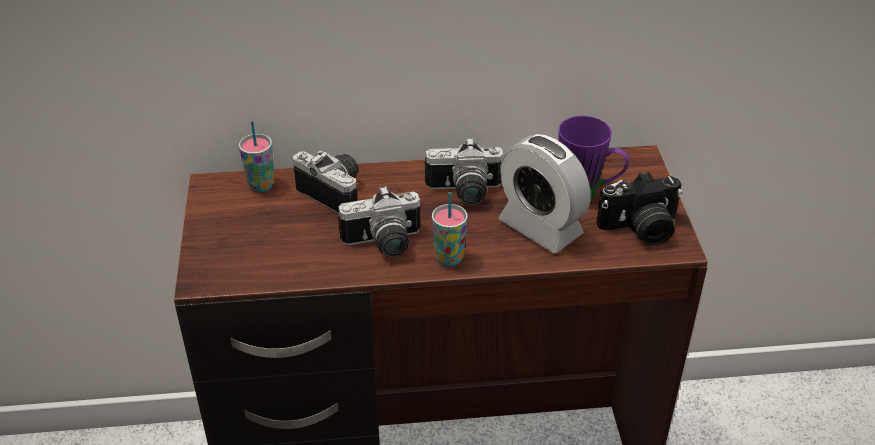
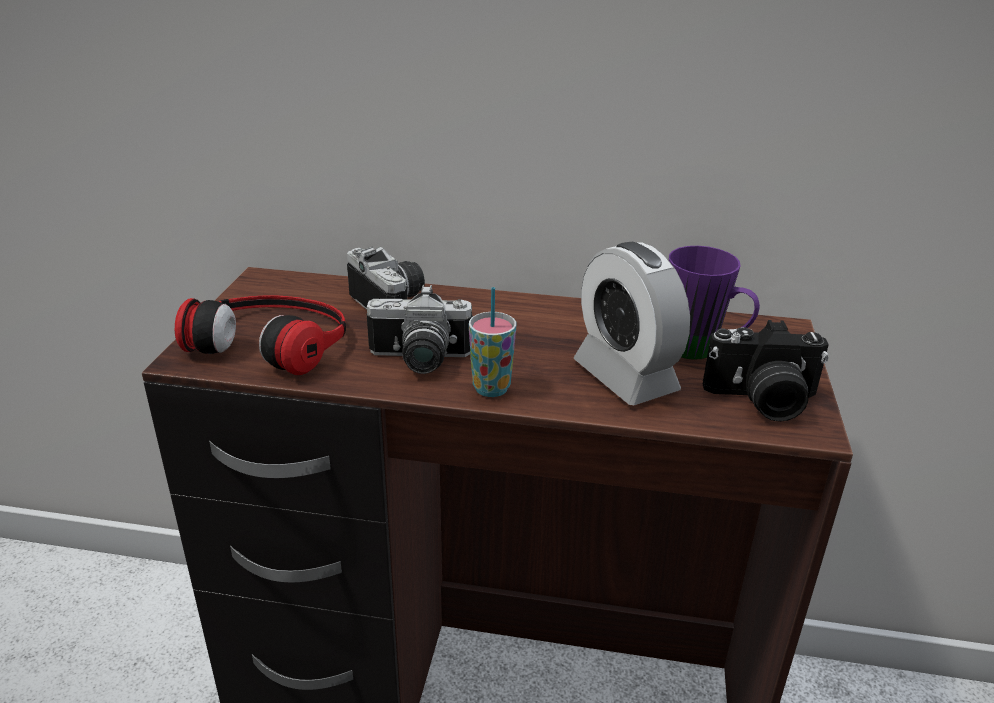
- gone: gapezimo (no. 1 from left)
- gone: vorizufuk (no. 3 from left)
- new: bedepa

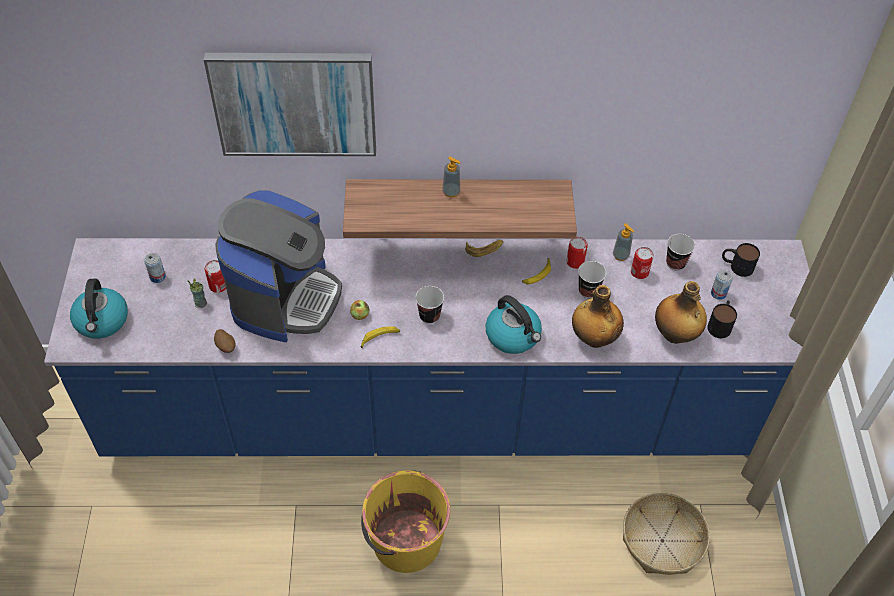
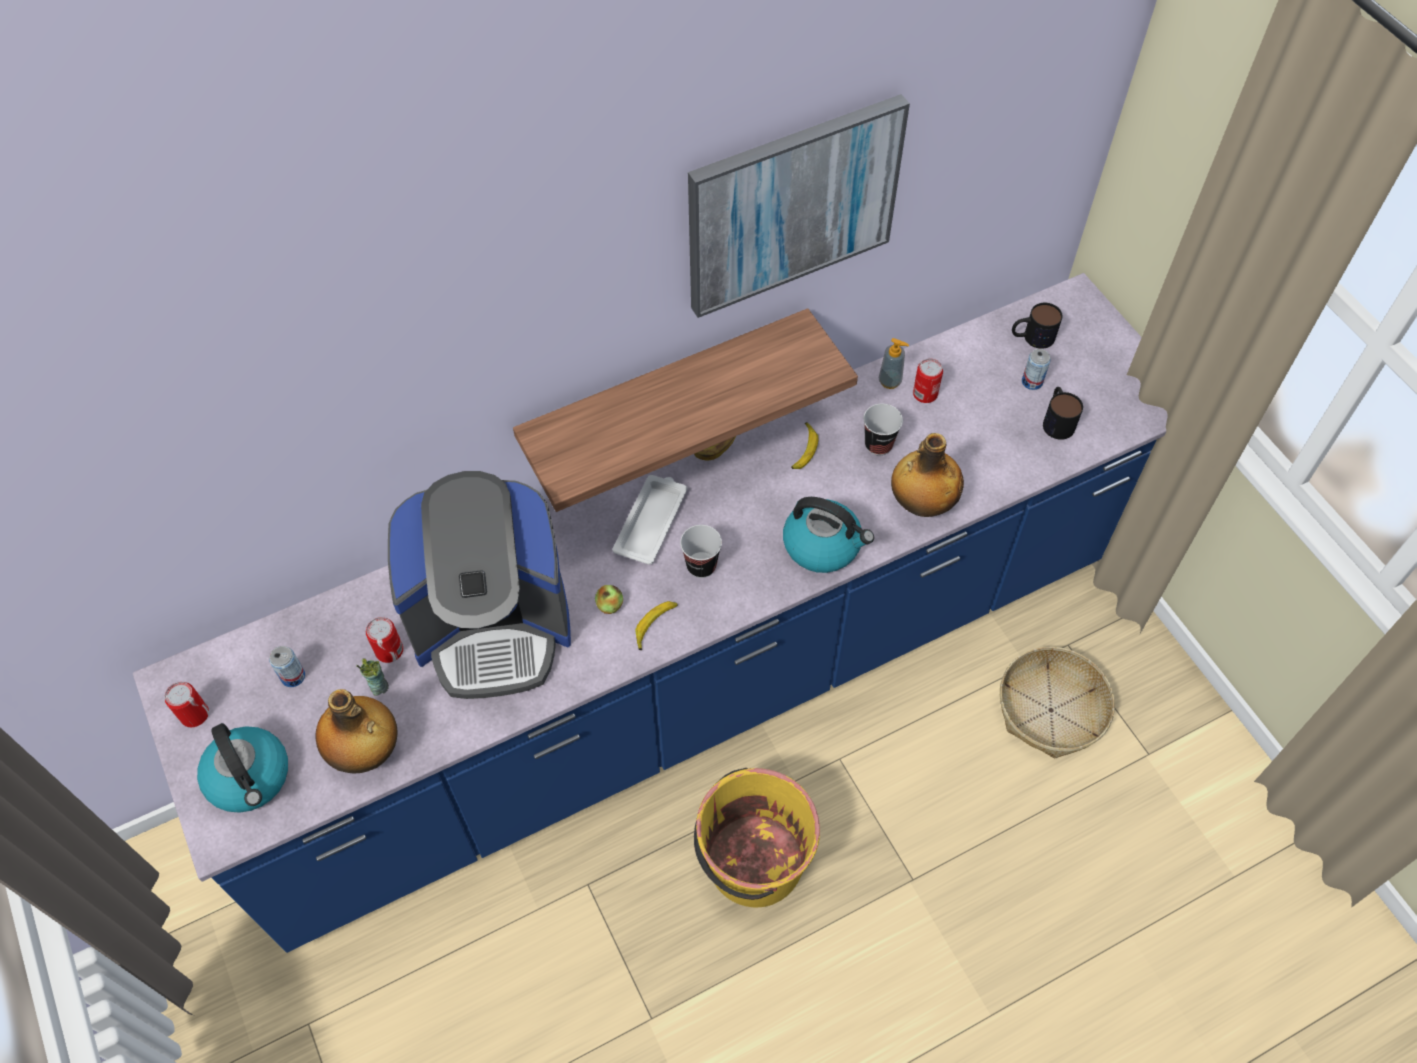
- shifted: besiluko
- gone: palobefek
- rotated: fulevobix 90 degrees clockwise
- gone: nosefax (no. 1 from left)
- shifted: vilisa (no. 3 from left in the first image) to vilisa (no. 1 from left)
- shifted: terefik (no. 2 from left in the first image) to terefik (no. 1 from left)
- gone: gapezimo (no. 4 from left)
- new: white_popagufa

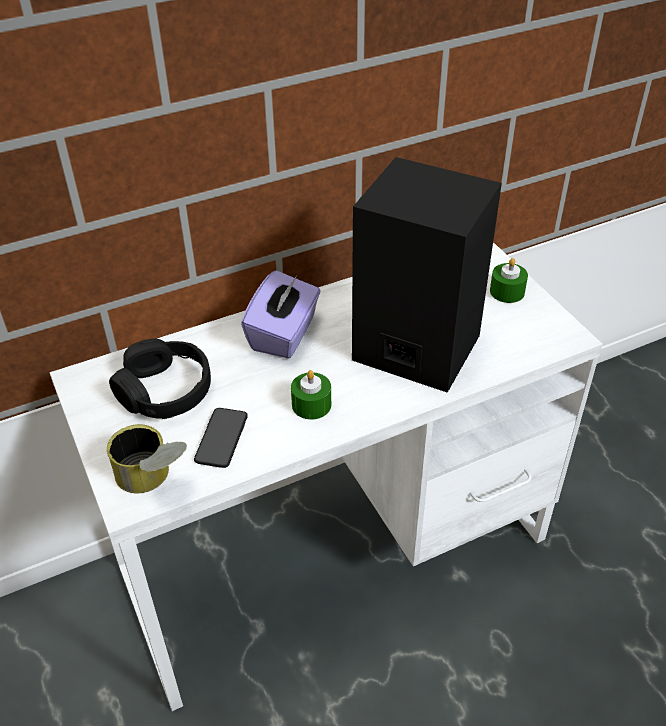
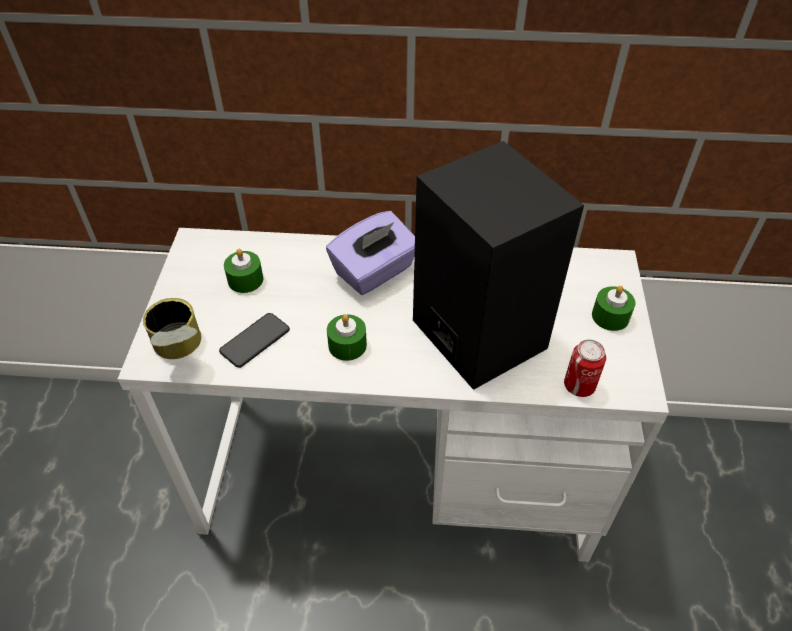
- swapped: black_bedepa to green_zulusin (no. 1 from left)
- new: vilisa (no. 2 from left)

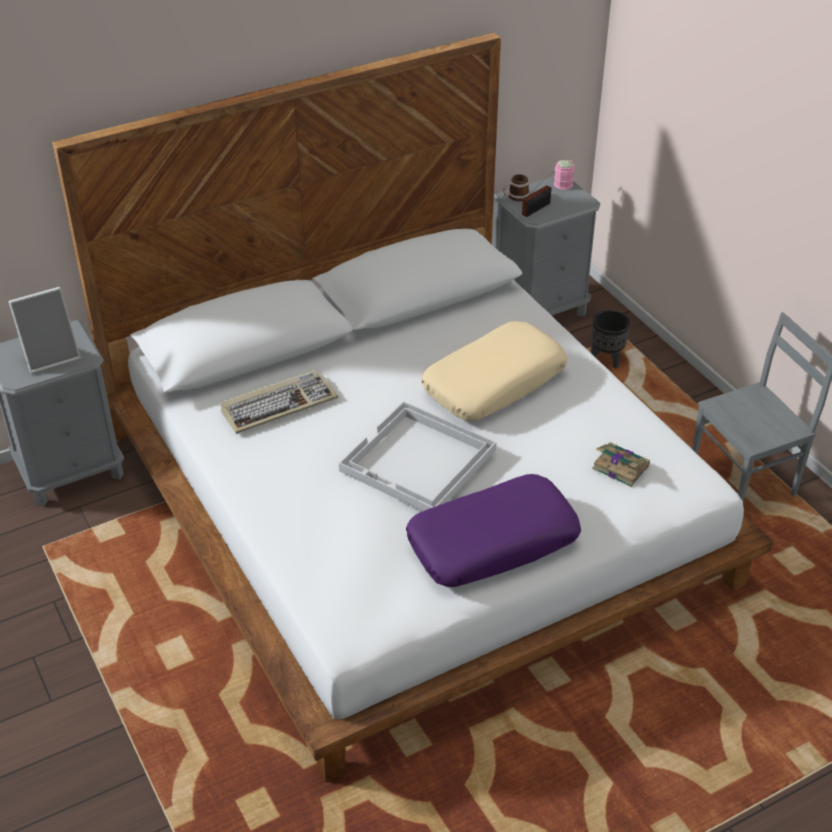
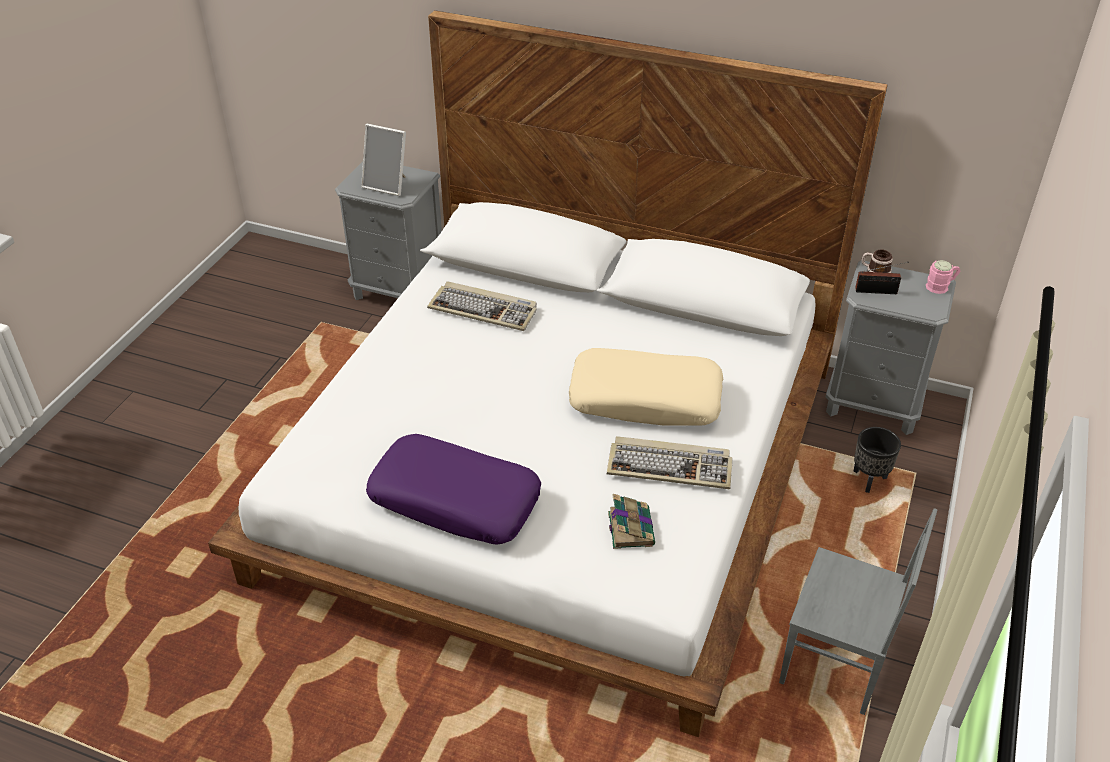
- gone: white_popagufa
- new: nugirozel (no. 2 from left)

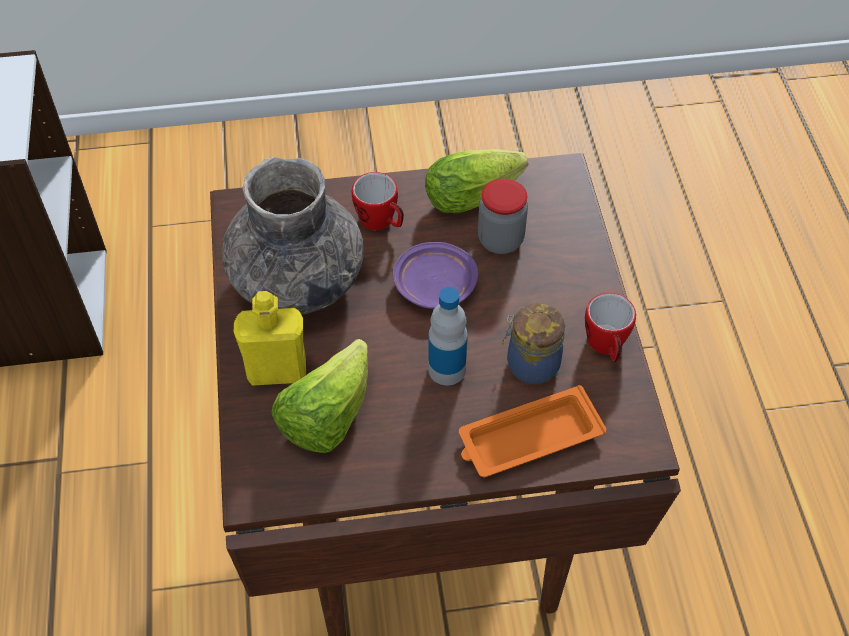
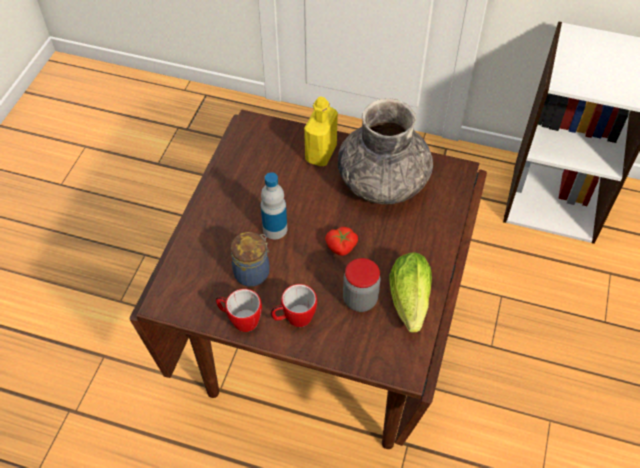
- gone: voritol (no. 1 from left)
- shifted: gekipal (no. 1 from left in the first image) to gekipal (no. 2 from left)
- swapped: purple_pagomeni to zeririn
- gone: orange_popagufa

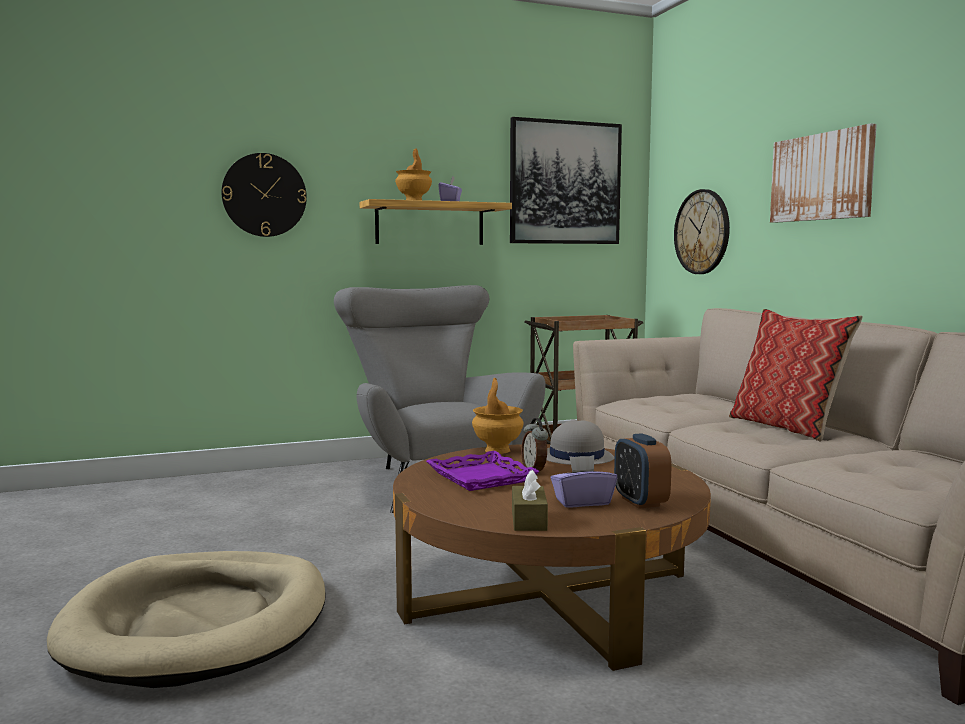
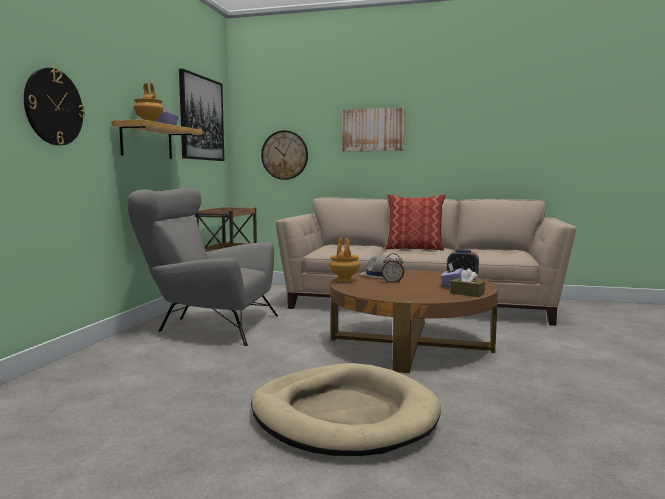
- gone: purple_popagufa

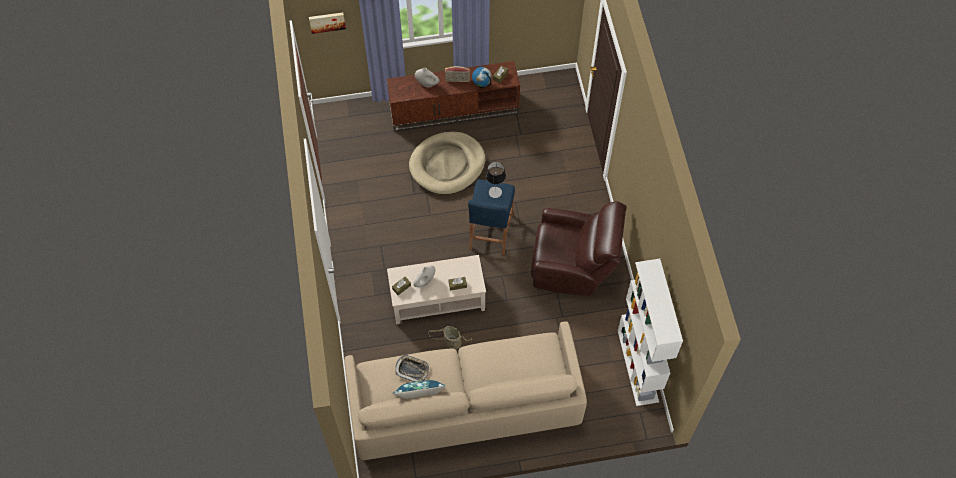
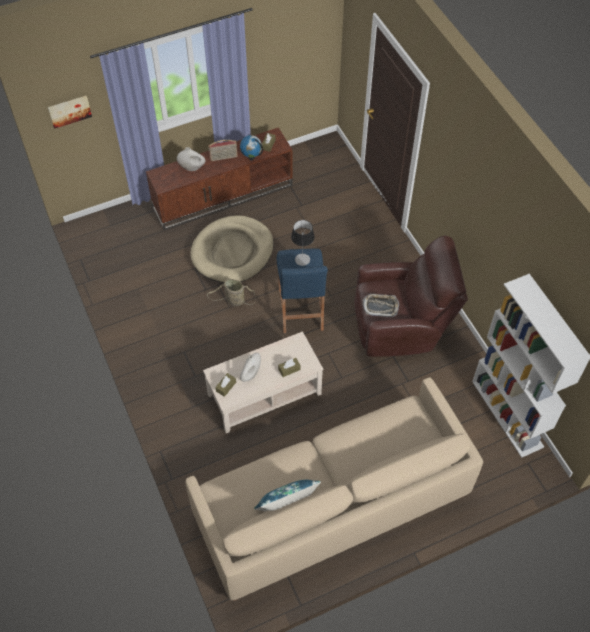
- shifted: popagufa
- shifted: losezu

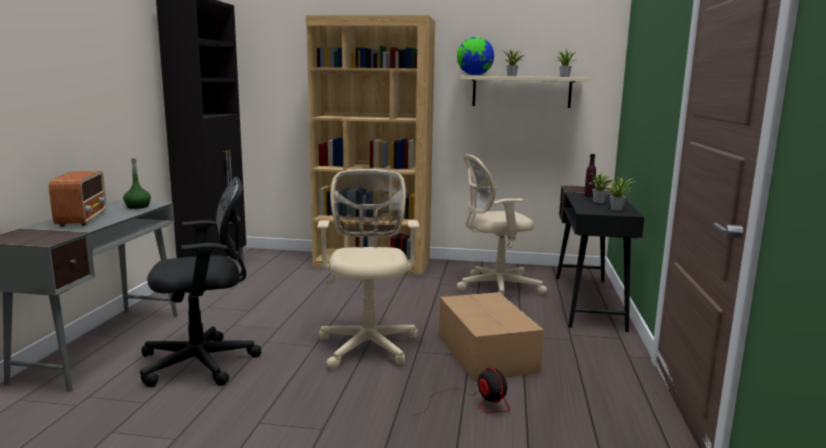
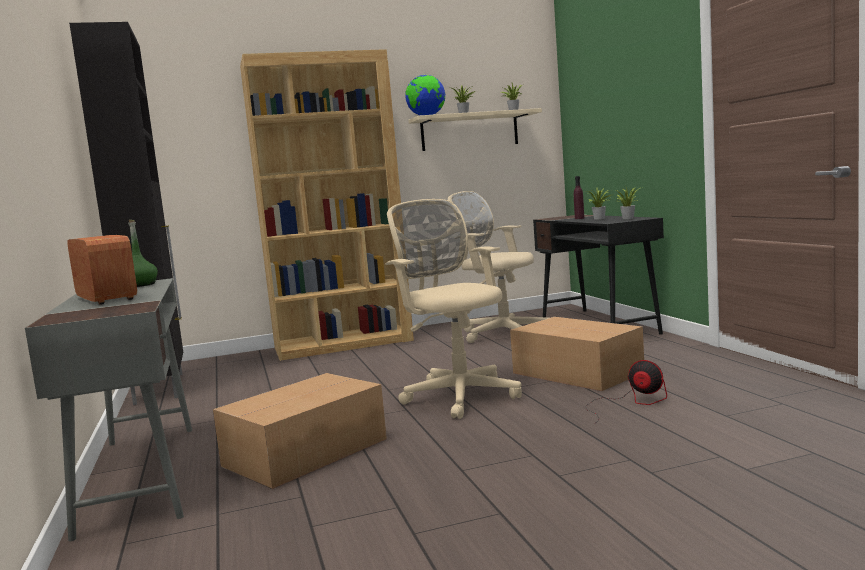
- swapped: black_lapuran to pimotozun (no. 1 from left)
- rotated: beige_lapuran (no. 2 from left) 75 degrees clockwise

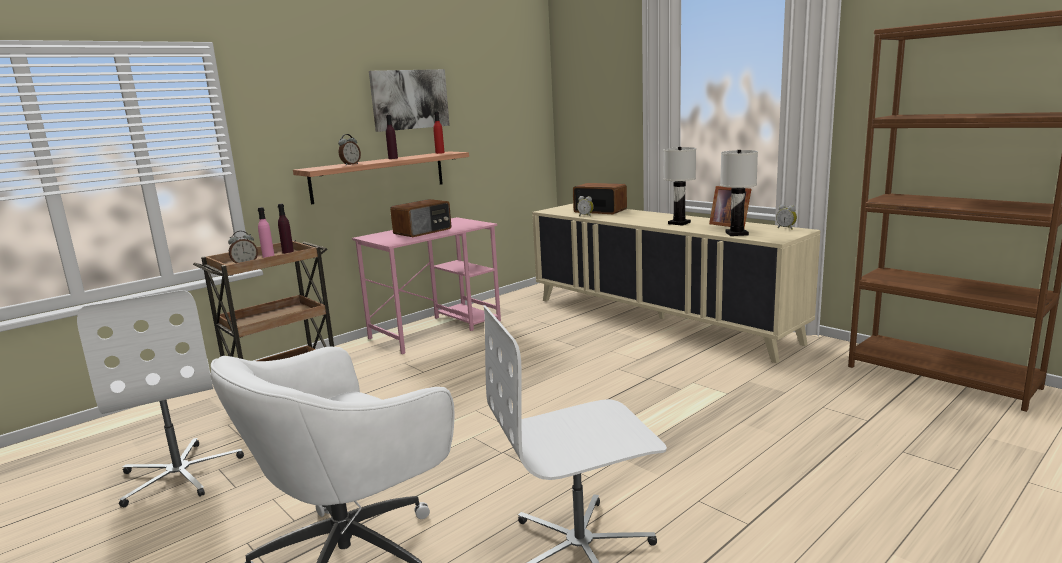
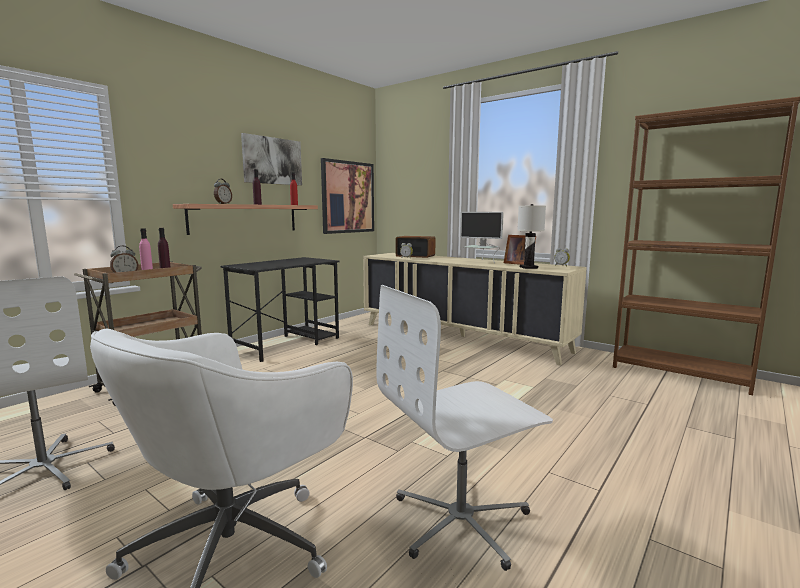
- repainted: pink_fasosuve to black_fasosuve
- gone: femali (no. 1 from left)
- swapped: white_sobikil (no. 1 from left) to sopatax
- new: besiluko (no. 2 from left)

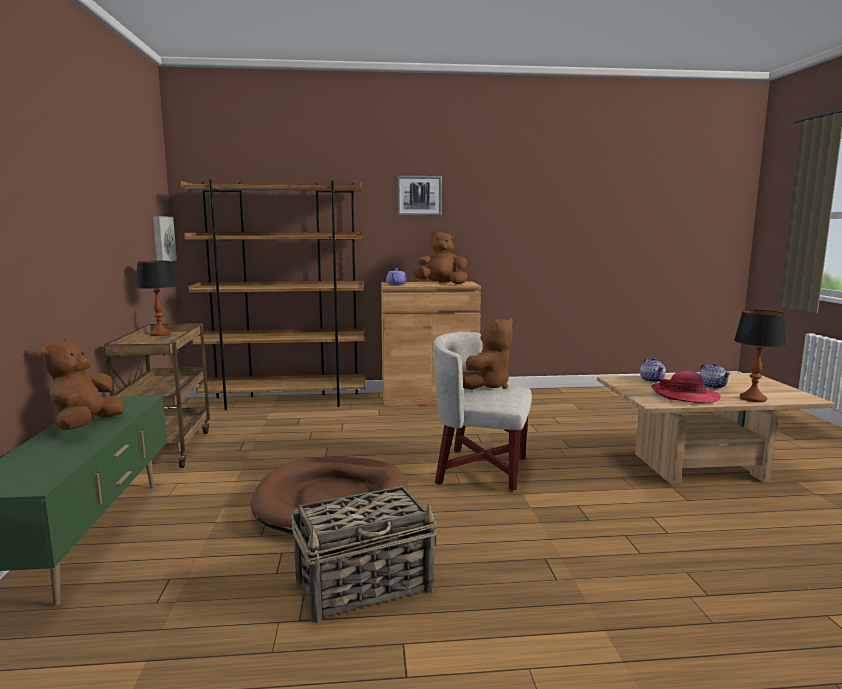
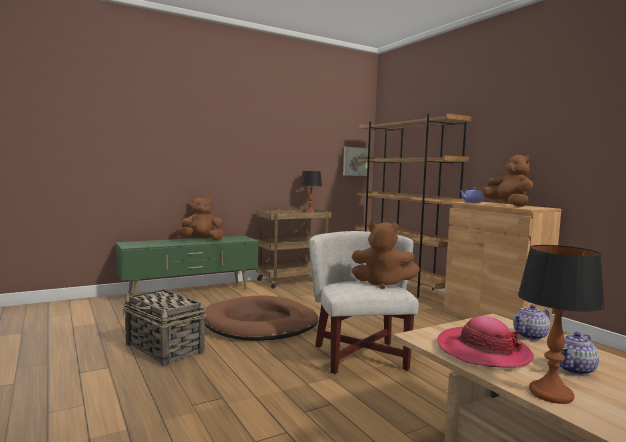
- gone: besiluko (no. 2 from left)

